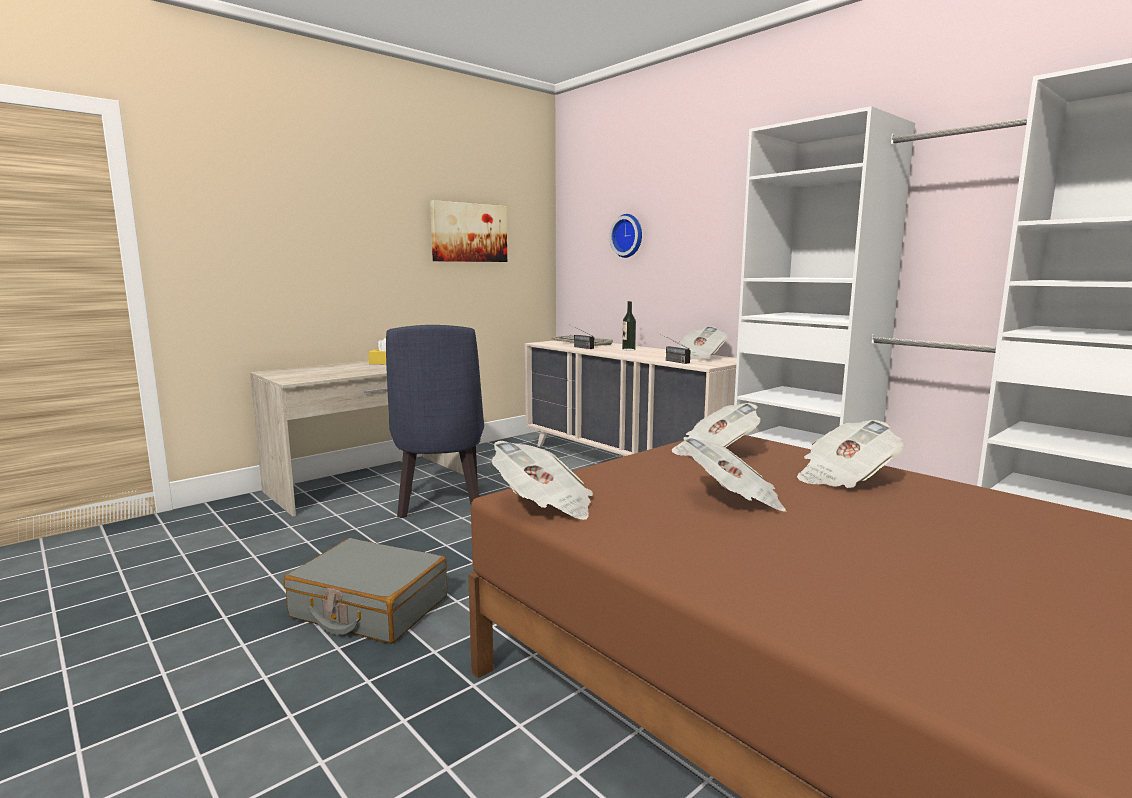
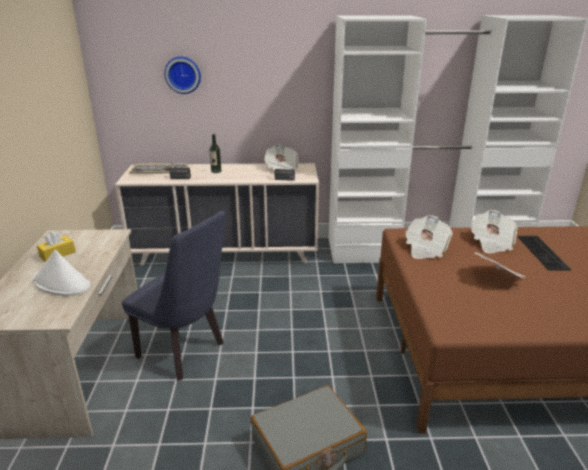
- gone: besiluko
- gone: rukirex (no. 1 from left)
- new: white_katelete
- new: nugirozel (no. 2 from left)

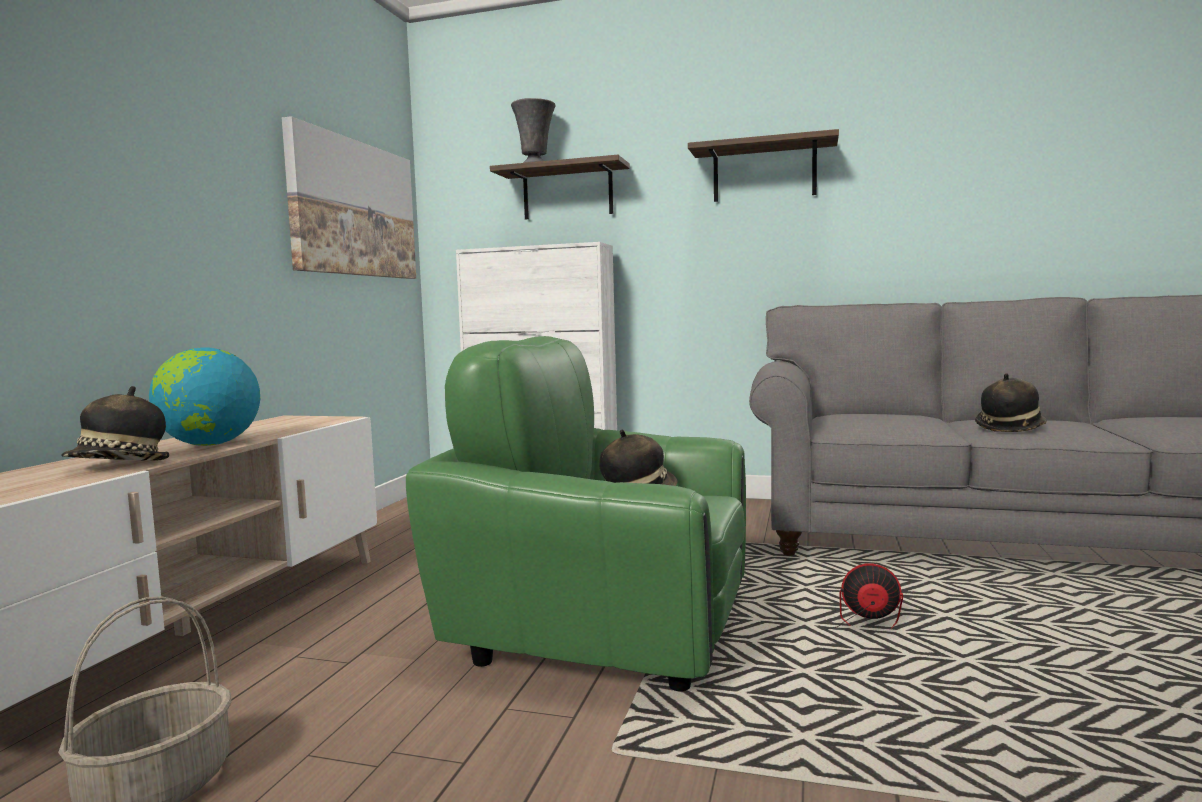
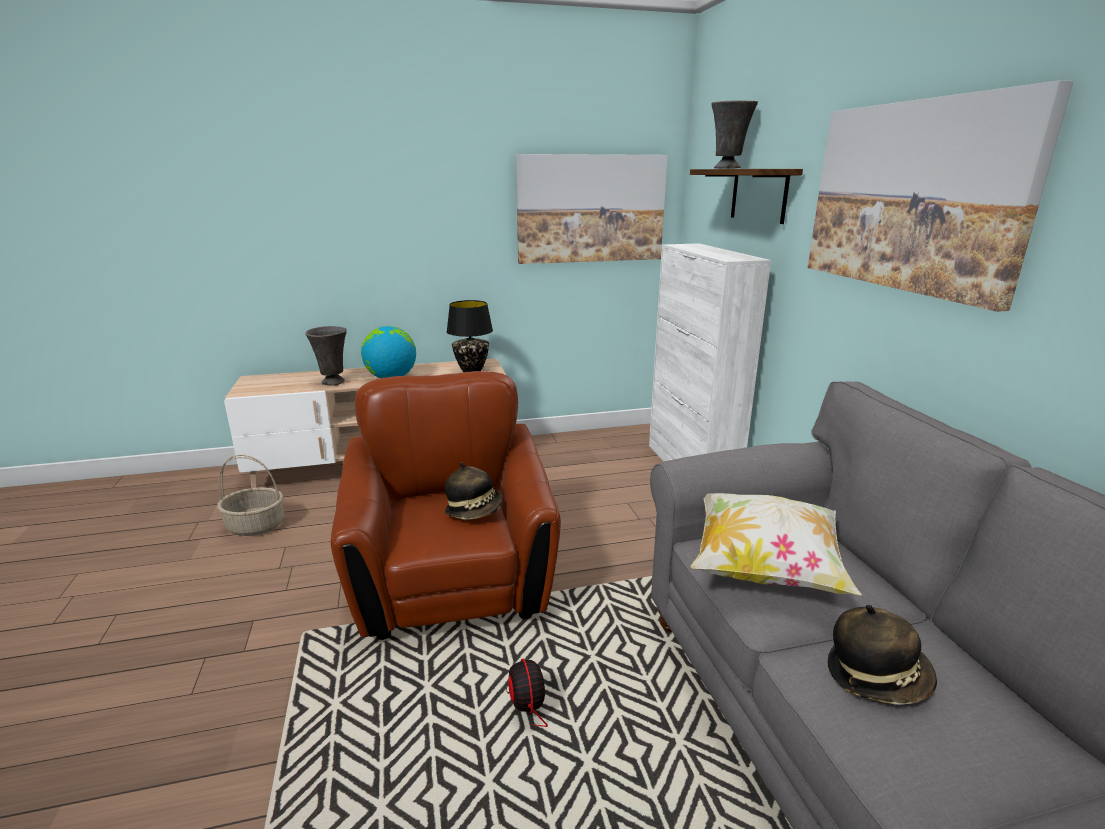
- swapped: katelete (no. 1 from left) to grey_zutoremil (no. 1 from left)
- repainted: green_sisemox to brown_sisemox
- swapped: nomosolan (no. 2 from left) to besiluko (no. 2 from left)
- new: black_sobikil
- new: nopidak

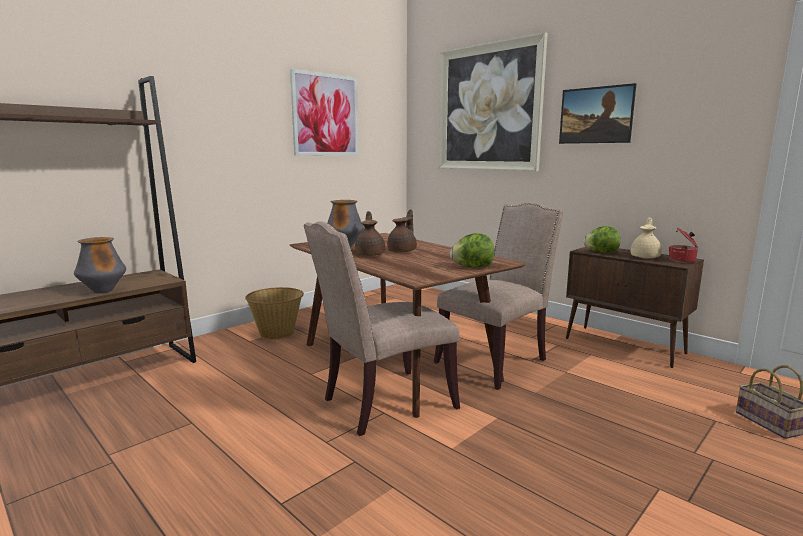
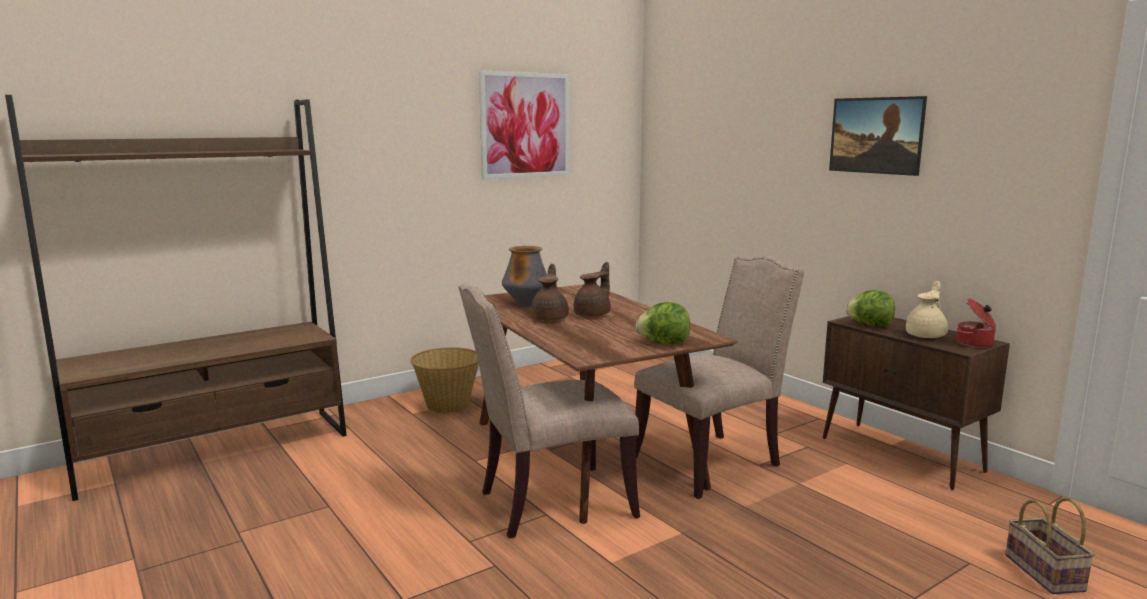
- gone: zutoremil (no. 1 from left)
- gone: besiluko (no. 2 from left)

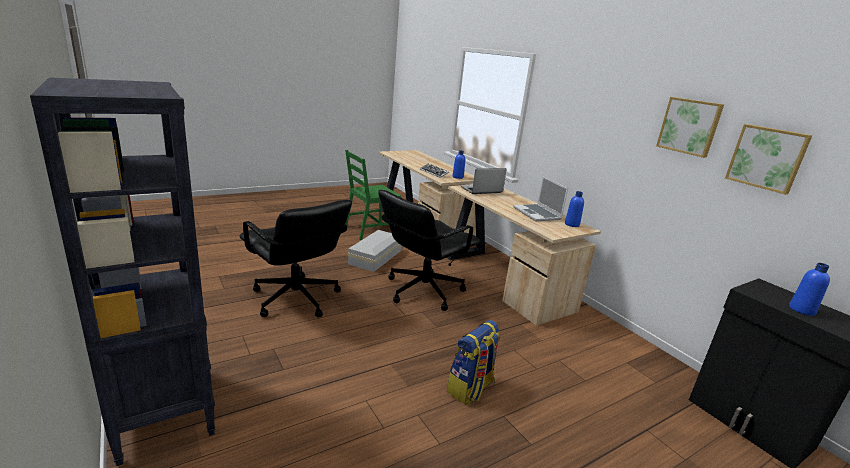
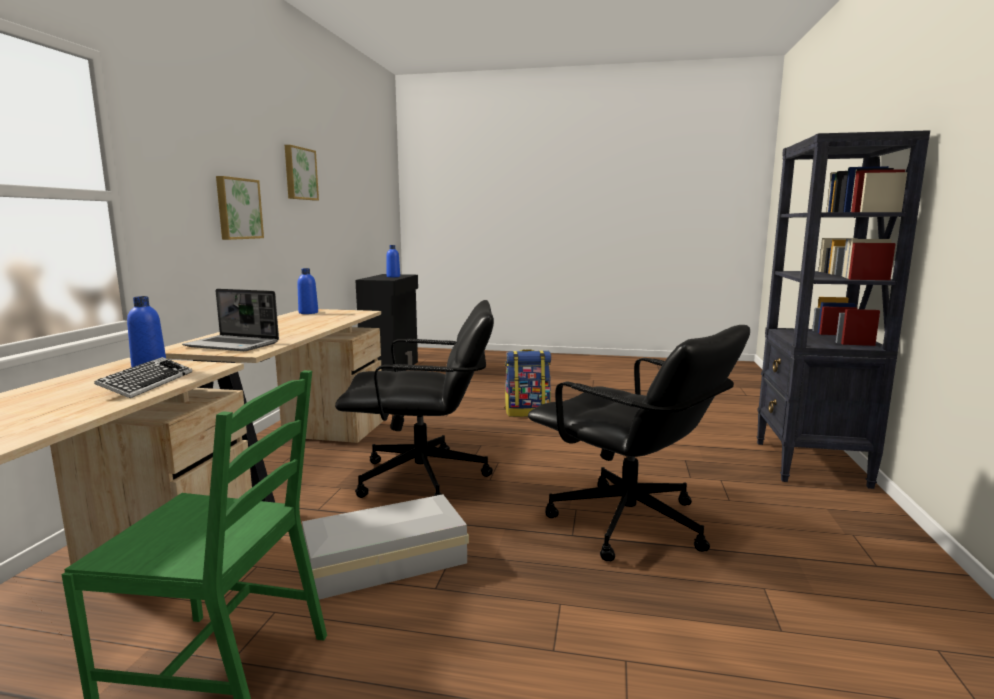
- rotated: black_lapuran (no. 1 from left in the first image) 135 degrees clockwise
- gone: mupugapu (no. 2 from left)
- shifted: besiluko (no. 2 from left in the first image) to besiluko (no. 1 from left)

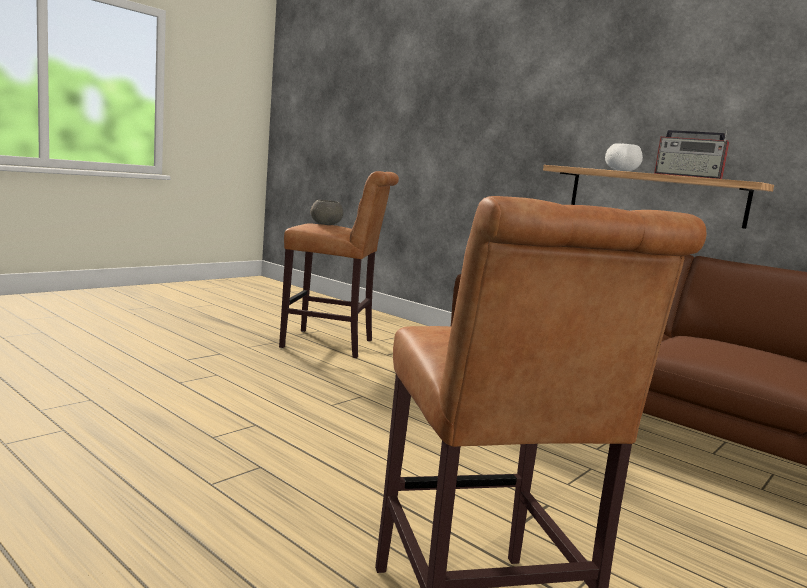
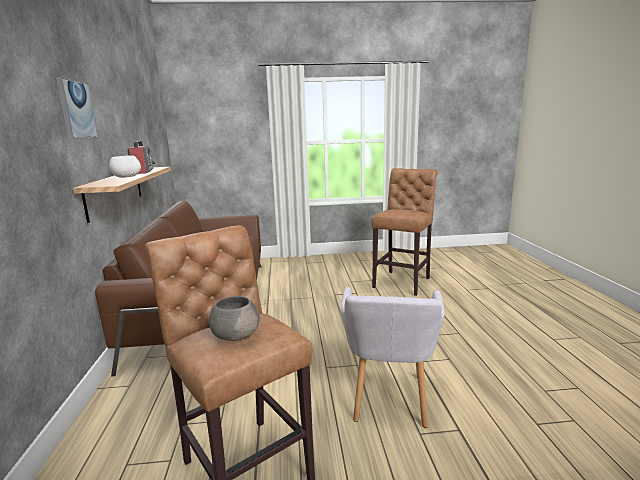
- new: besiluko
- new: grey_sisemox

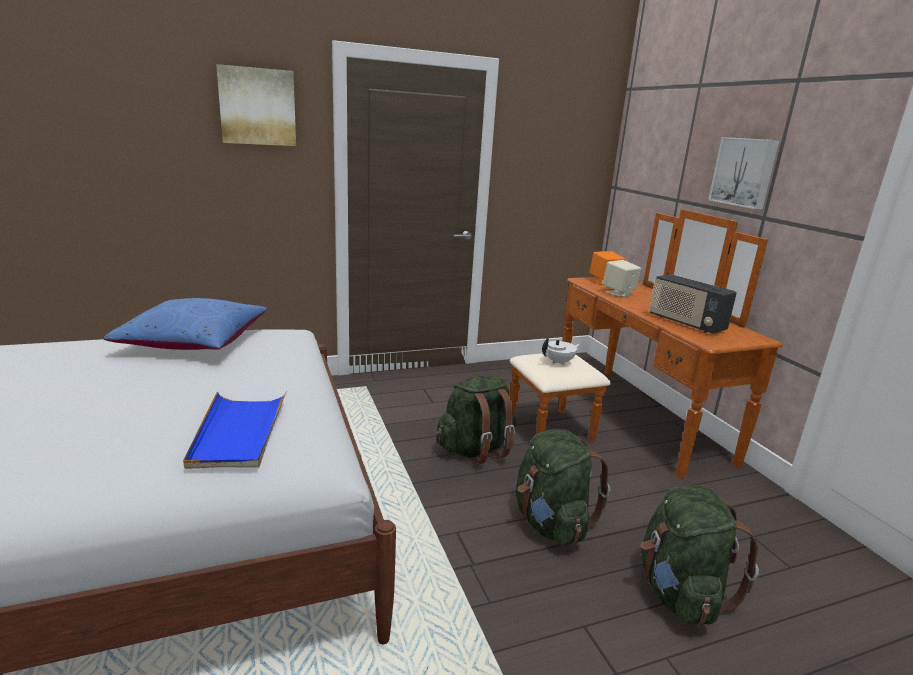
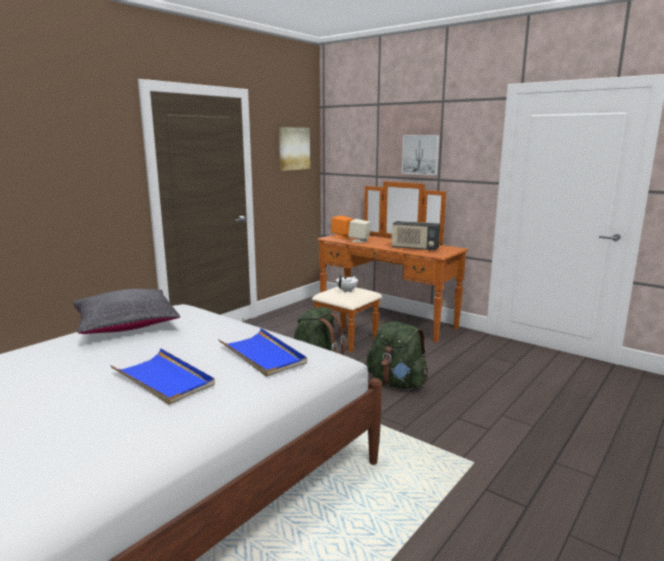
- repainted: blue_nopidak to black_nopidak
- shifted: besiluko (no. 1 from left)
- gone: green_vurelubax (no. 3 from left)
- new: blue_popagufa (no. 1 from left)

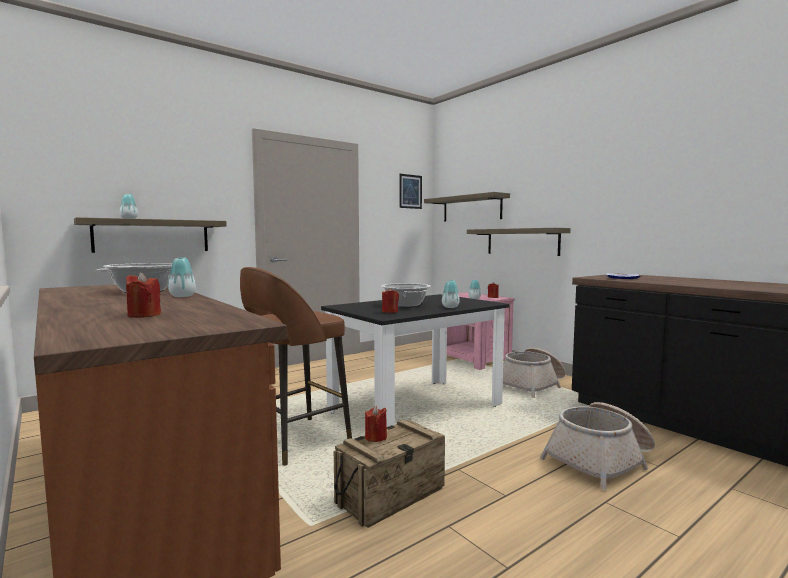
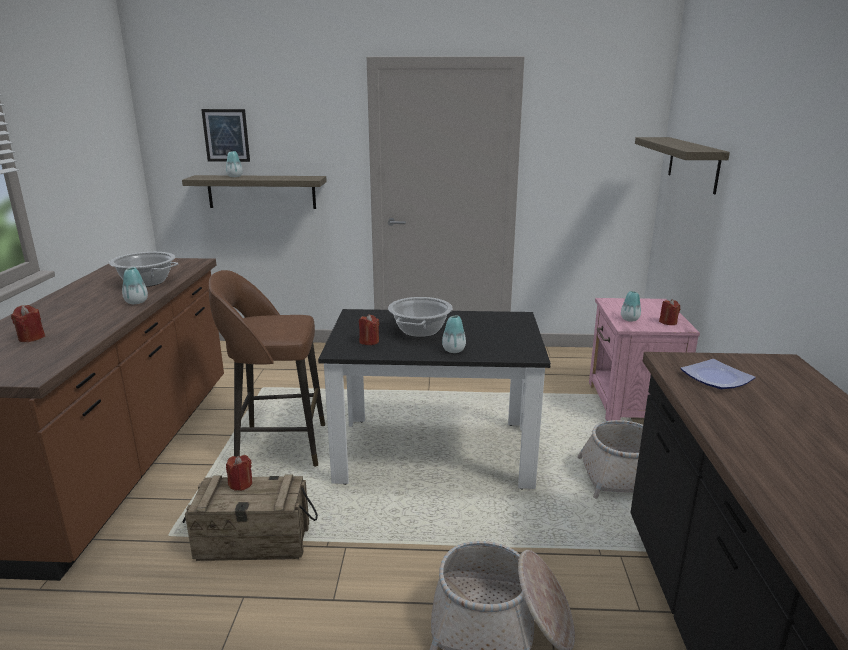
- shifted: besiluko
- gone: nomosolan (no. 3 from left)

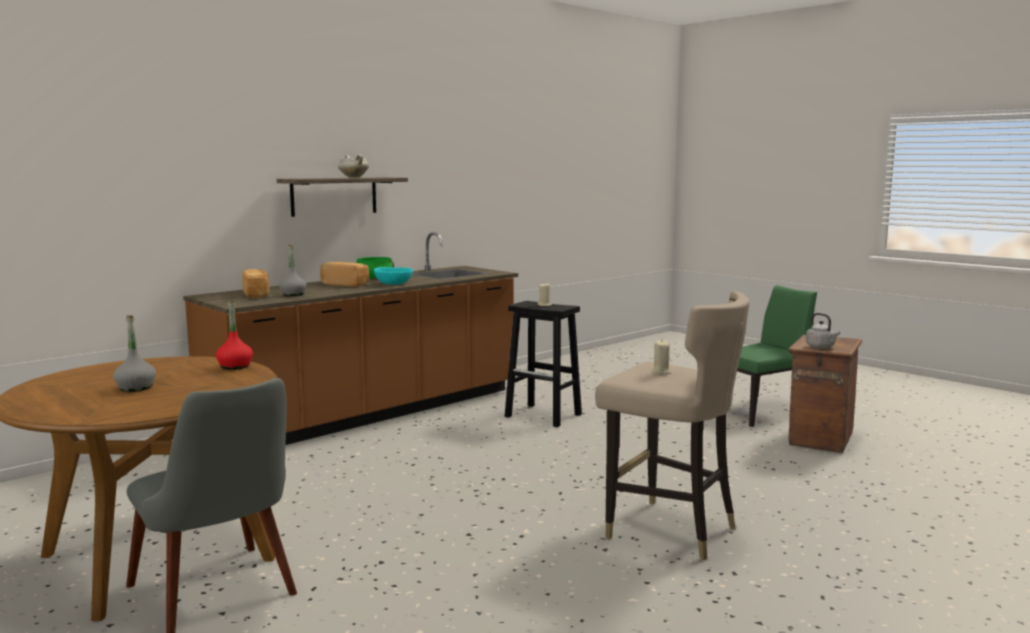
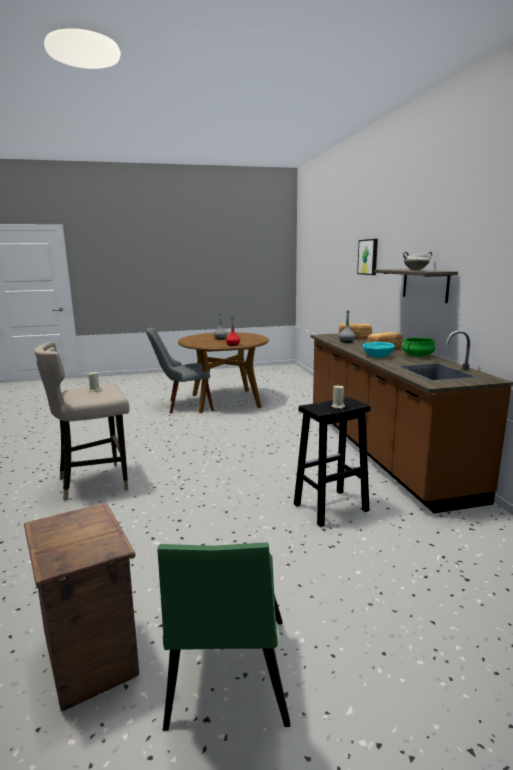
- gone: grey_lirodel
- new: besiluko

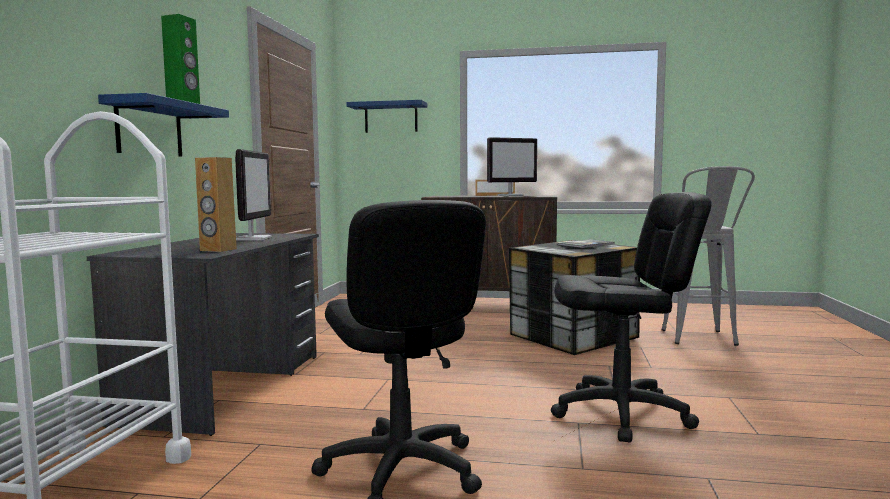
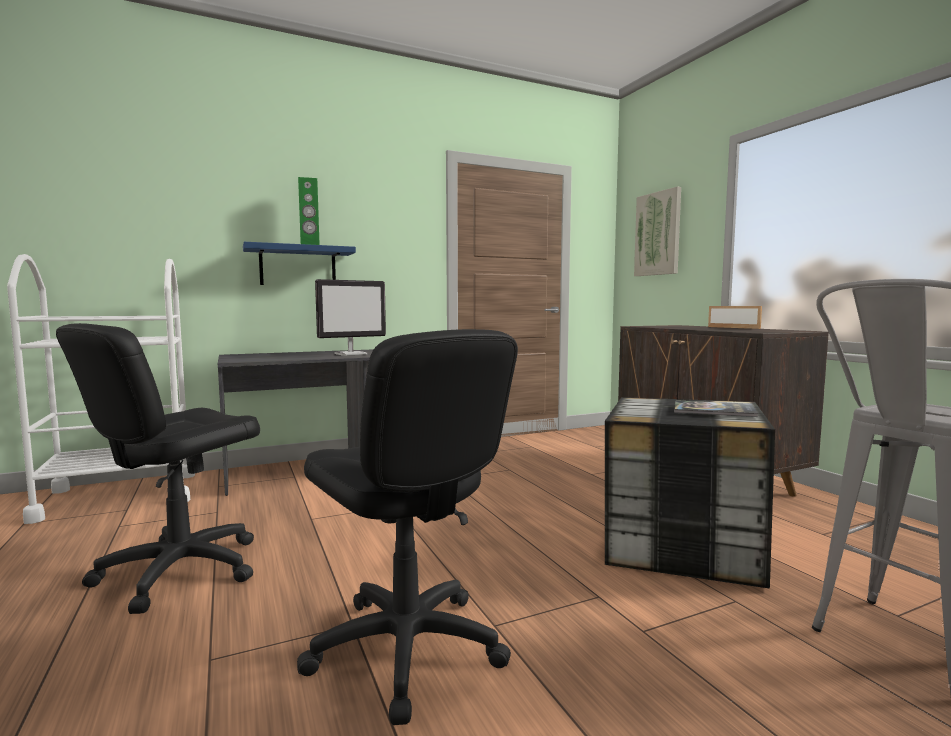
- gone: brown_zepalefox
- swapped: blue_nomosolan (no. 2 from left) to besiluko
- gone: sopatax (no. 2 from left)

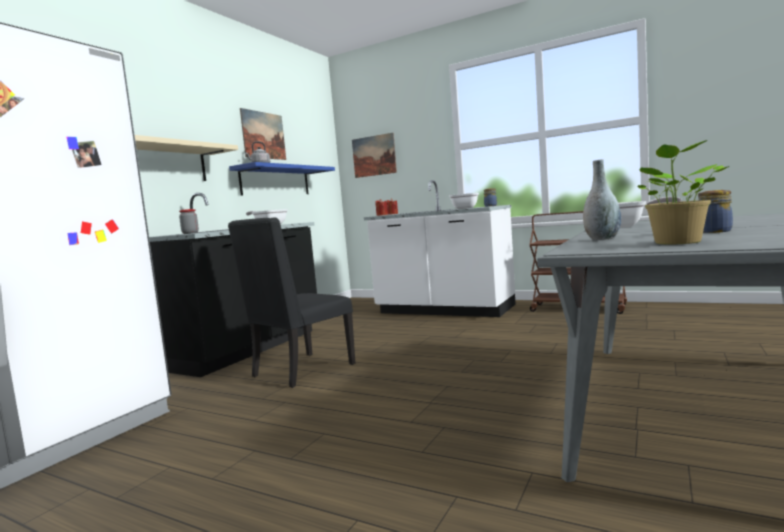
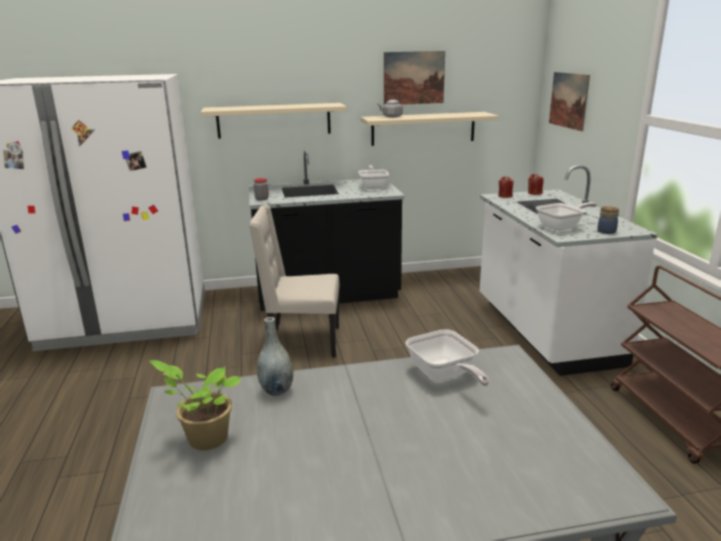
- repainted: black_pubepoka to beige_pubepoka
- repainted: blue_nomosolan to beige_nomosolan (no. 2 from left)
- gone: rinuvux (no. 3 from left)

